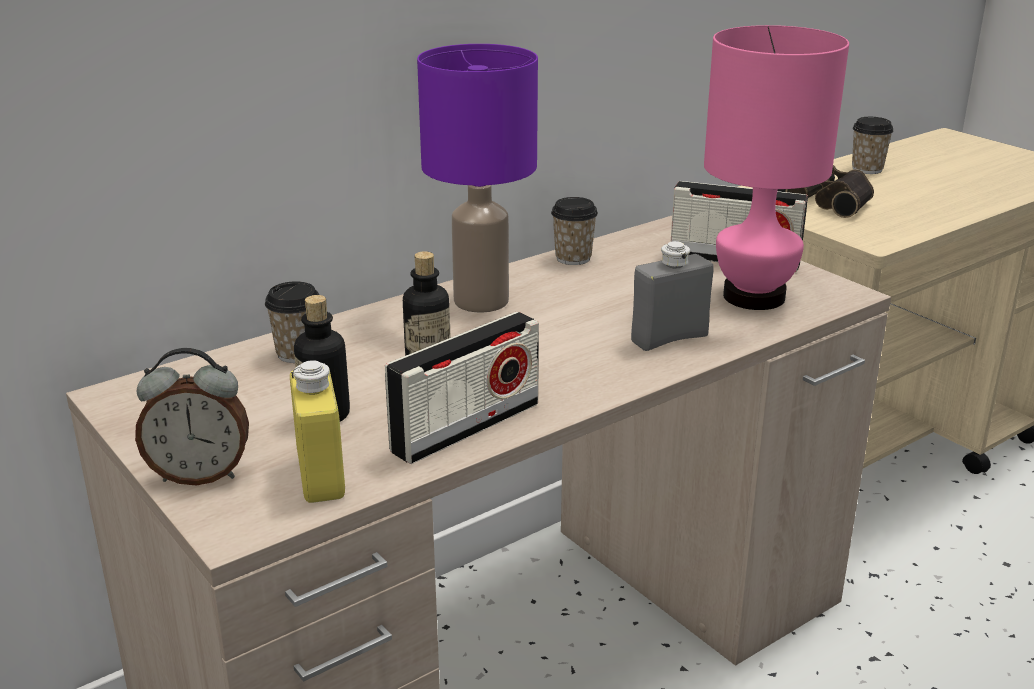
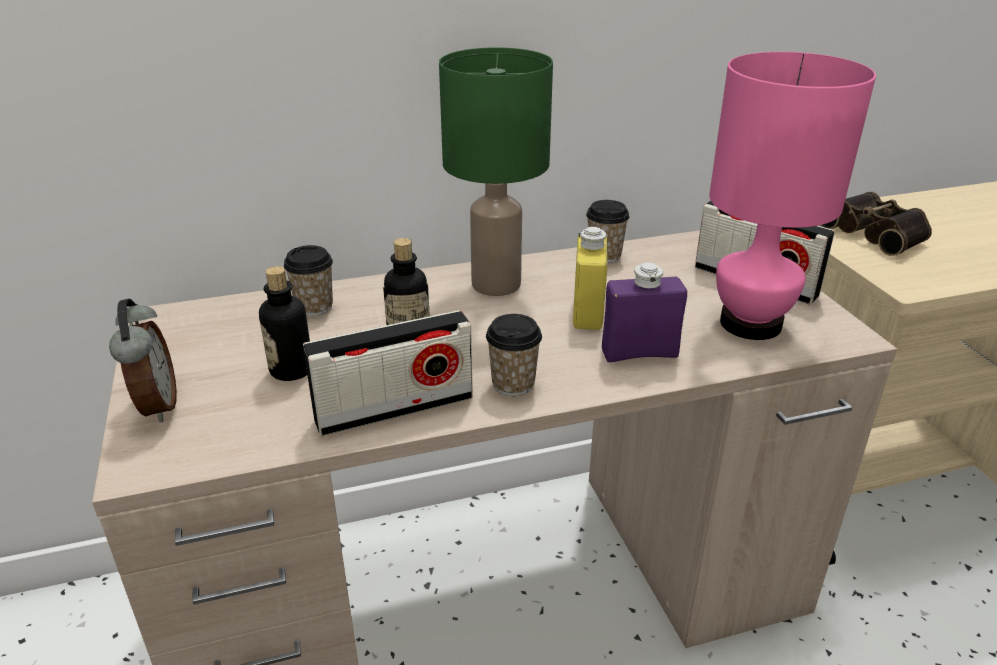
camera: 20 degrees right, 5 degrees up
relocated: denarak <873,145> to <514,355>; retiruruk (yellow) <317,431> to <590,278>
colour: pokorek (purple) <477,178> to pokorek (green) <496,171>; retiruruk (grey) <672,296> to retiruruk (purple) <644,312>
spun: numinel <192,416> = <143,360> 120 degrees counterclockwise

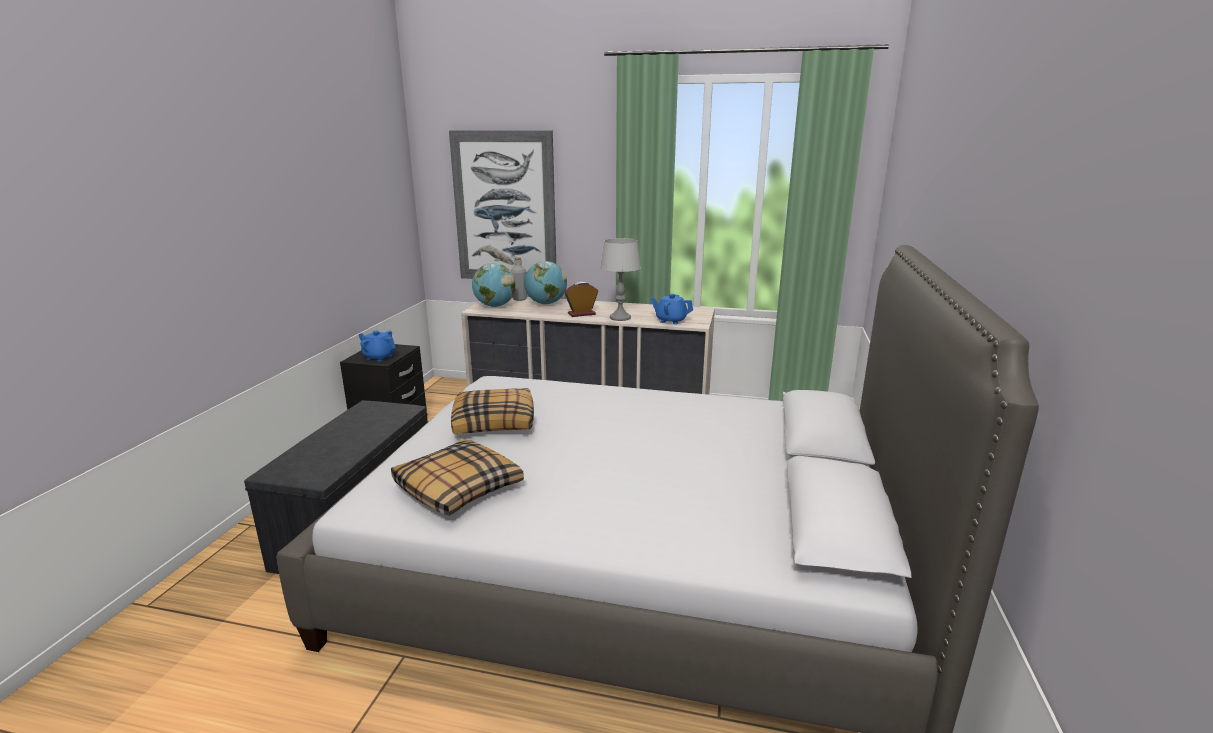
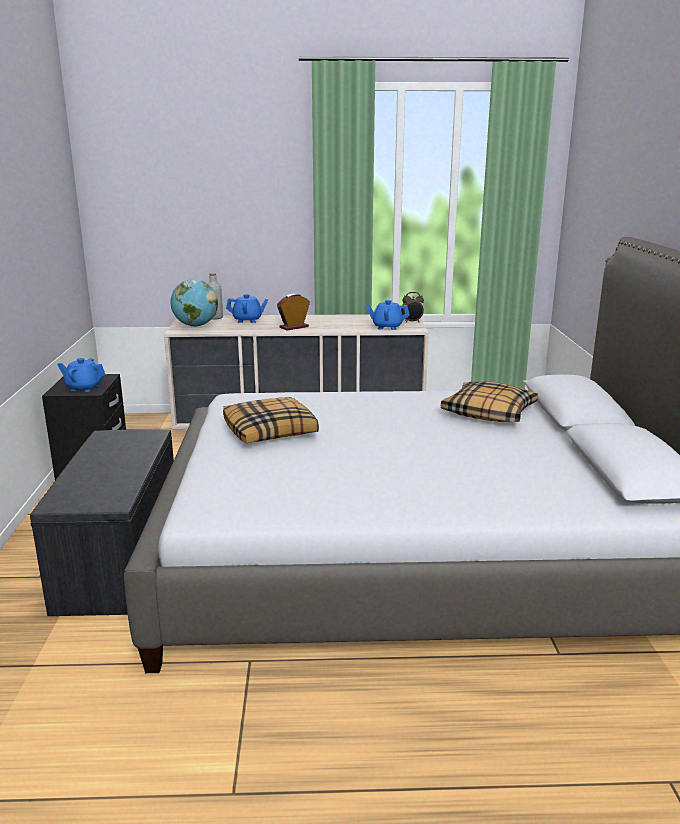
camera: 15 degrees left, 0 degrees up
missing: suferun <502,204>; pokorek (grey) <620,279>
appeared: numinel <412,307>
relocated: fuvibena <457,477> to <489,401>
exchanged: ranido <545,283> to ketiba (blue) <247,308>

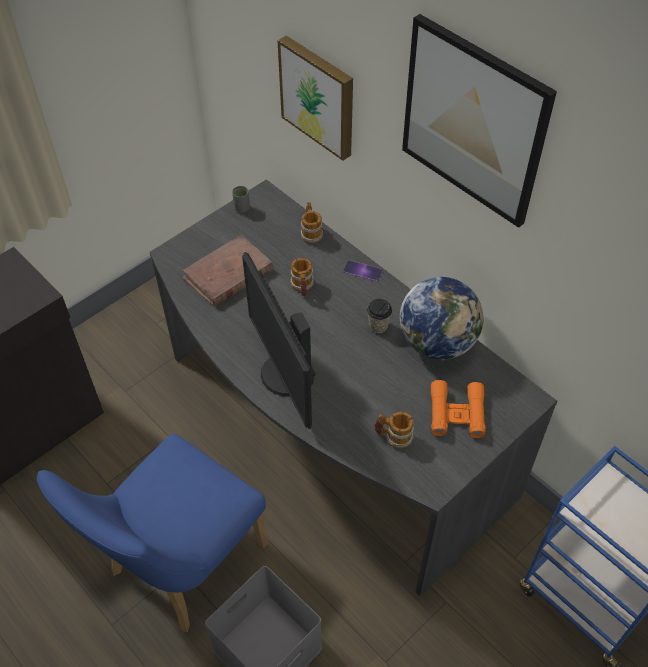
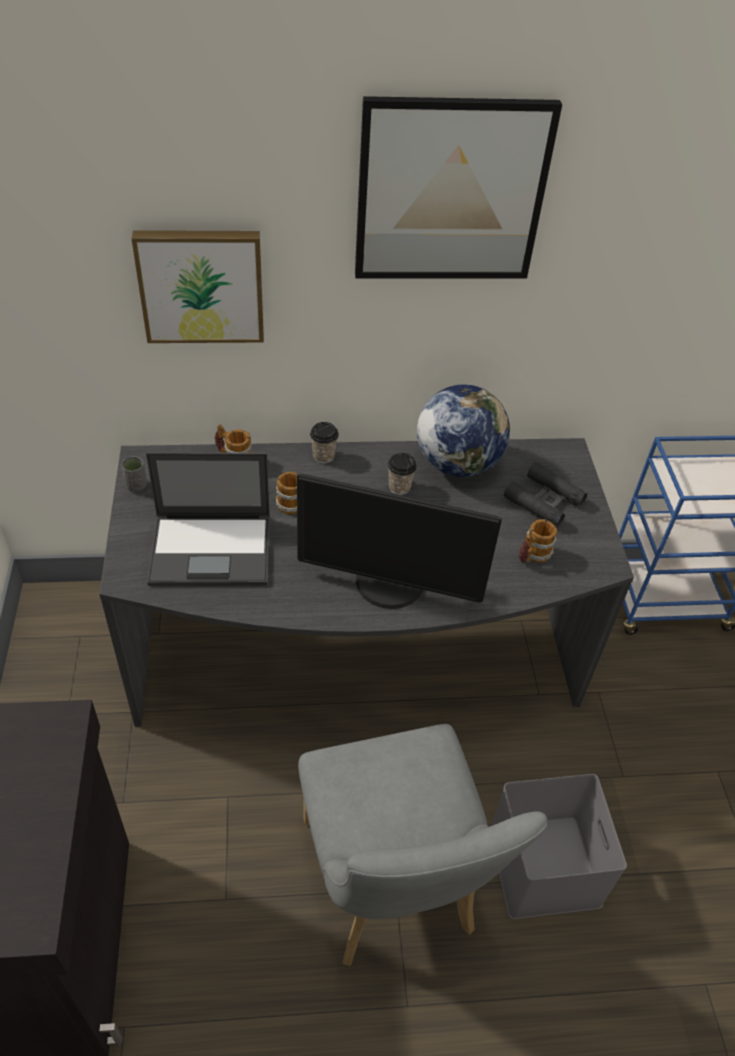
camera: 55 degrees left, 5 degrees down
exchanged: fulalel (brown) <228,271> to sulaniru <208,519>; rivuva <363,270> to denarak <324,442>
colour: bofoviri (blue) <152,533> to bofoviri (grey) <422,845>; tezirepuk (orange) <458,409> to tezirepuk (black) <545,494>

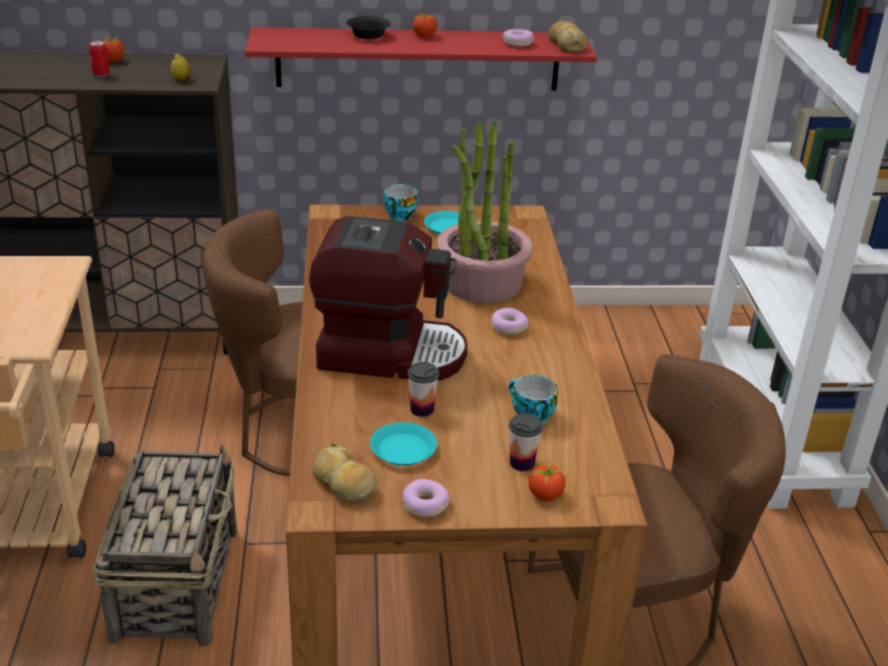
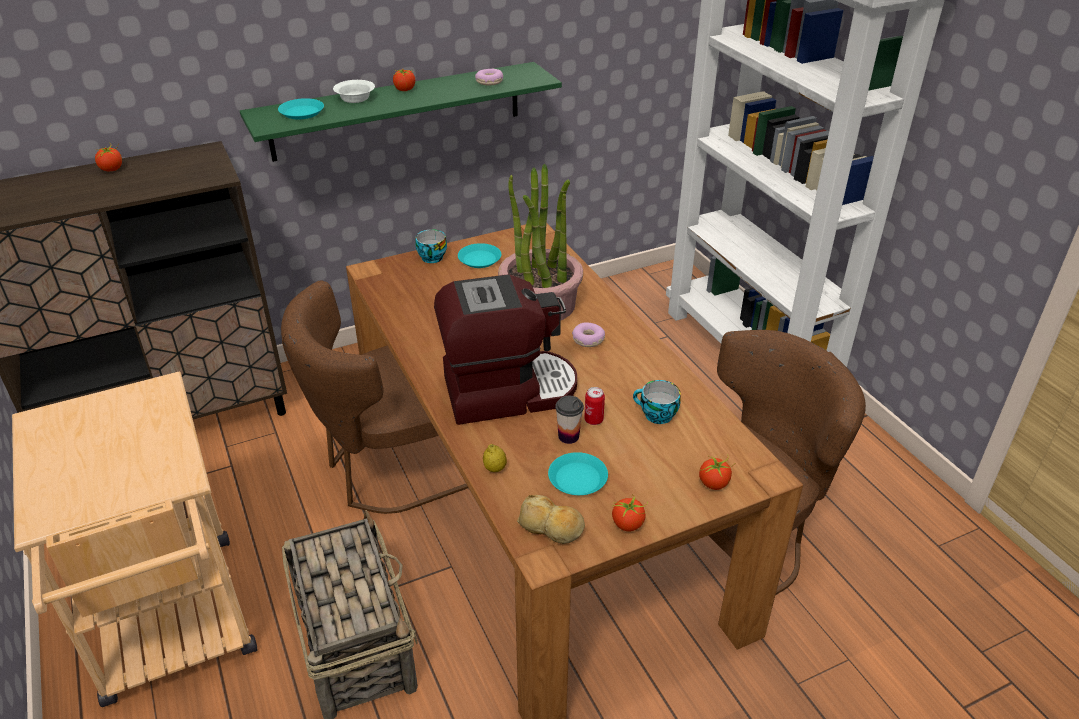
camera: 20 degrees left, 5 degrees up
missing: denarak <526,442>; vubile <567,37>
appeared: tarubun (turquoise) <301,109>
relocated: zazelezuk <181,67> to <495,458>; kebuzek <99,59> to <594,406>
exchanged: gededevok <426,498> to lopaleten <630,513>
colour: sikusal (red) <421,59> to sikusal (green) <401,112>; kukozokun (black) <369,27> to kukozokun (white) <354,91>

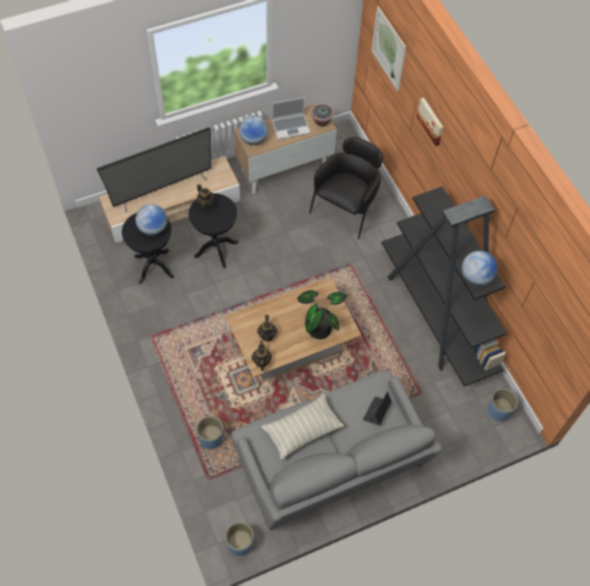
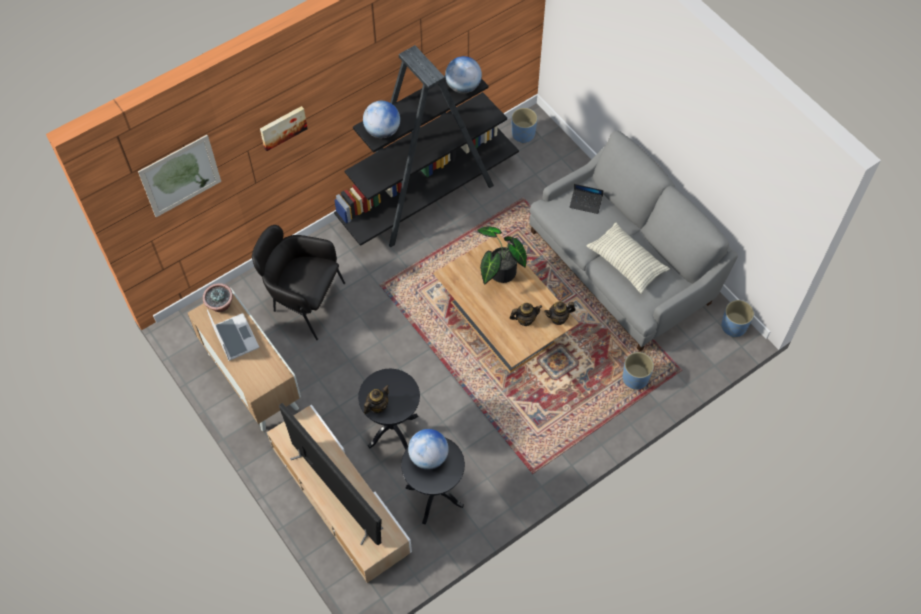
camera: 100 degrees left, 0 degrees up
relocated: ranido <253,130> to <381,119>

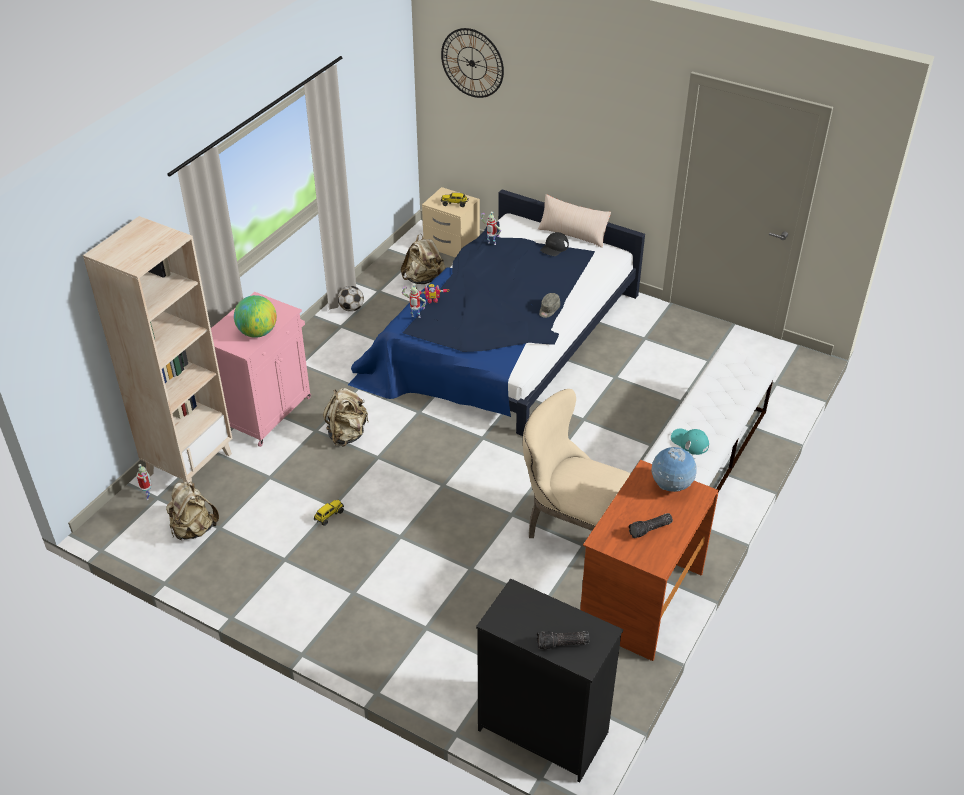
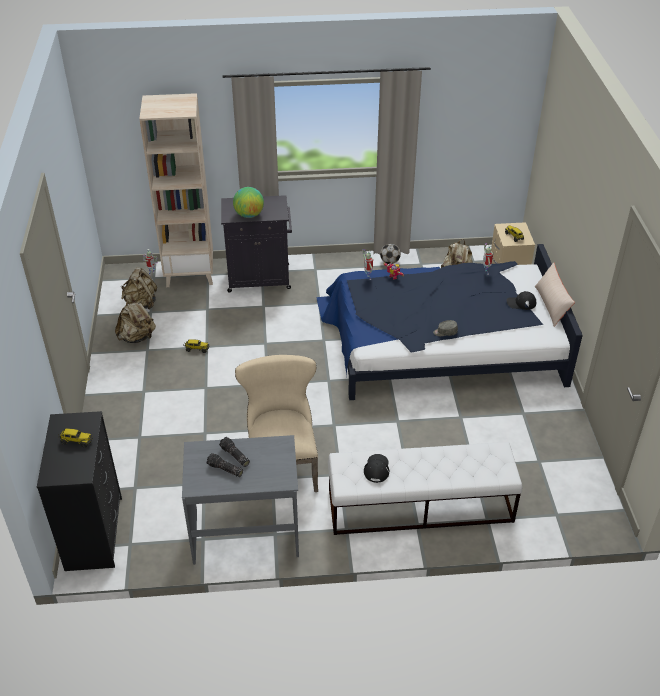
camera: 55 degrees right, 0 degrees up
missing: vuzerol <472,63>; ranido <674,469>
appeared: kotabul <75,438>
relocated: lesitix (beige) <345,417> to <135,321>; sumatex <563,640> to <234,452>
colour: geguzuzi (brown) <649,560> to geguzuzi (grey) <240,500>; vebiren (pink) <261,369> to vebiren (black) <256,243>; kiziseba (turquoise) <690,441> to kiziseba (black) <376,468>

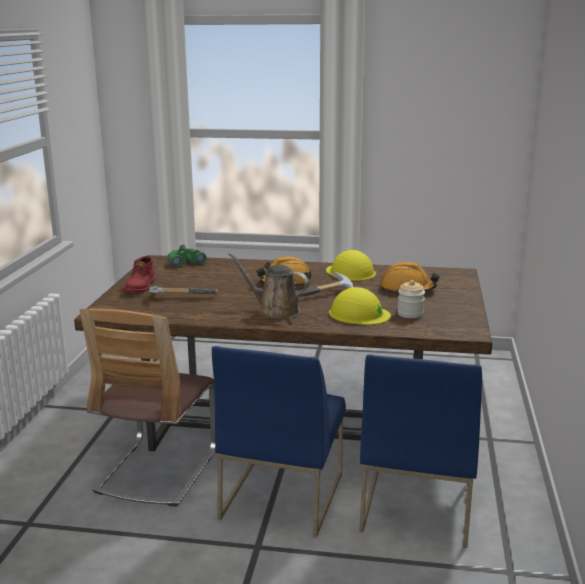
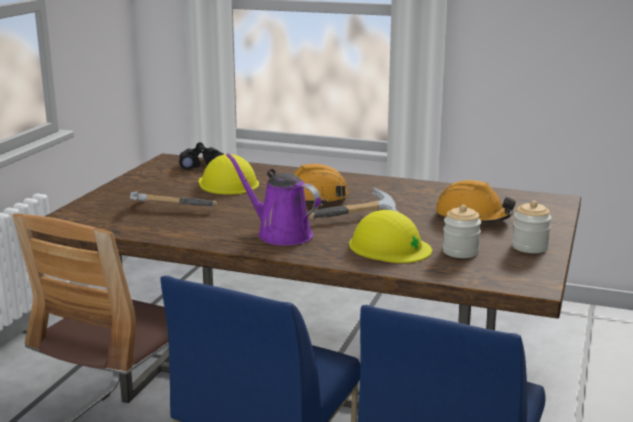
camera: 10 degrees right, 0 degrees up
missing: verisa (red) <139,274>
appeared: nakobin <532,227>
relocated: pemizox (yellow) <351,265> to <228,174>
colour: tezirepuk (green) <187,256> to tezirepuk (black) <201,156>; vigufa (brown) <268,285> to vigufa (purple) <273,199>

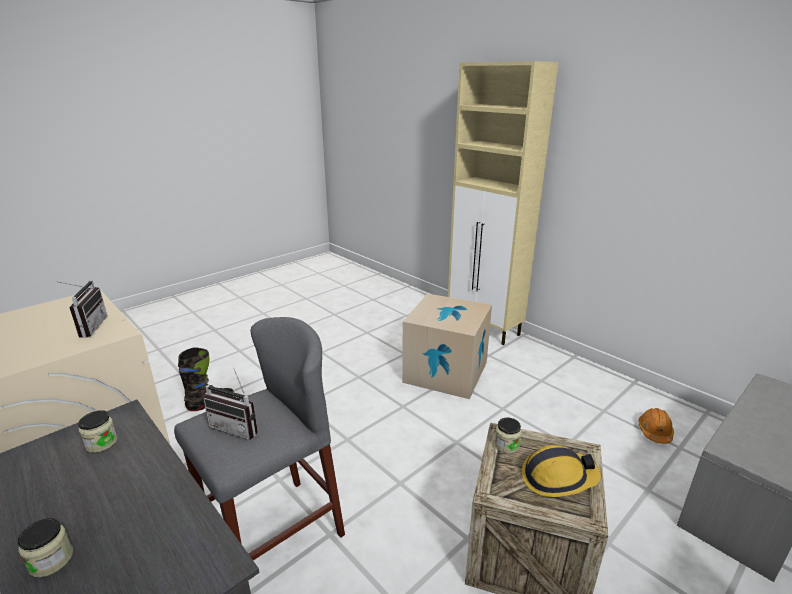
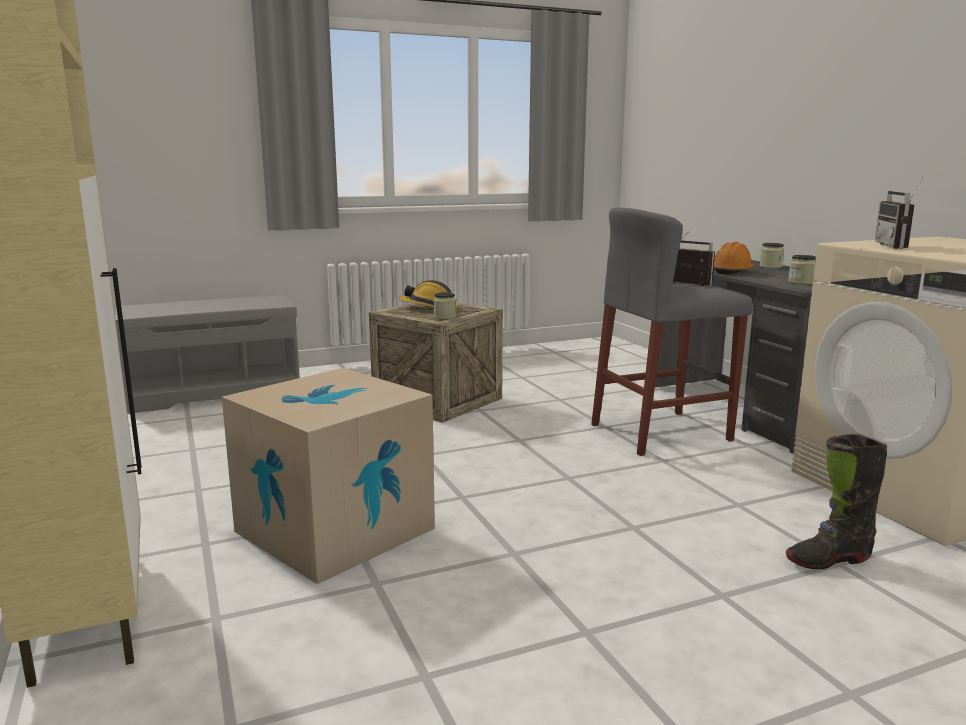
camera: 160 degrees left, 10 degrees down
relocated: pemizox (orange) <656,426> to <734,258>

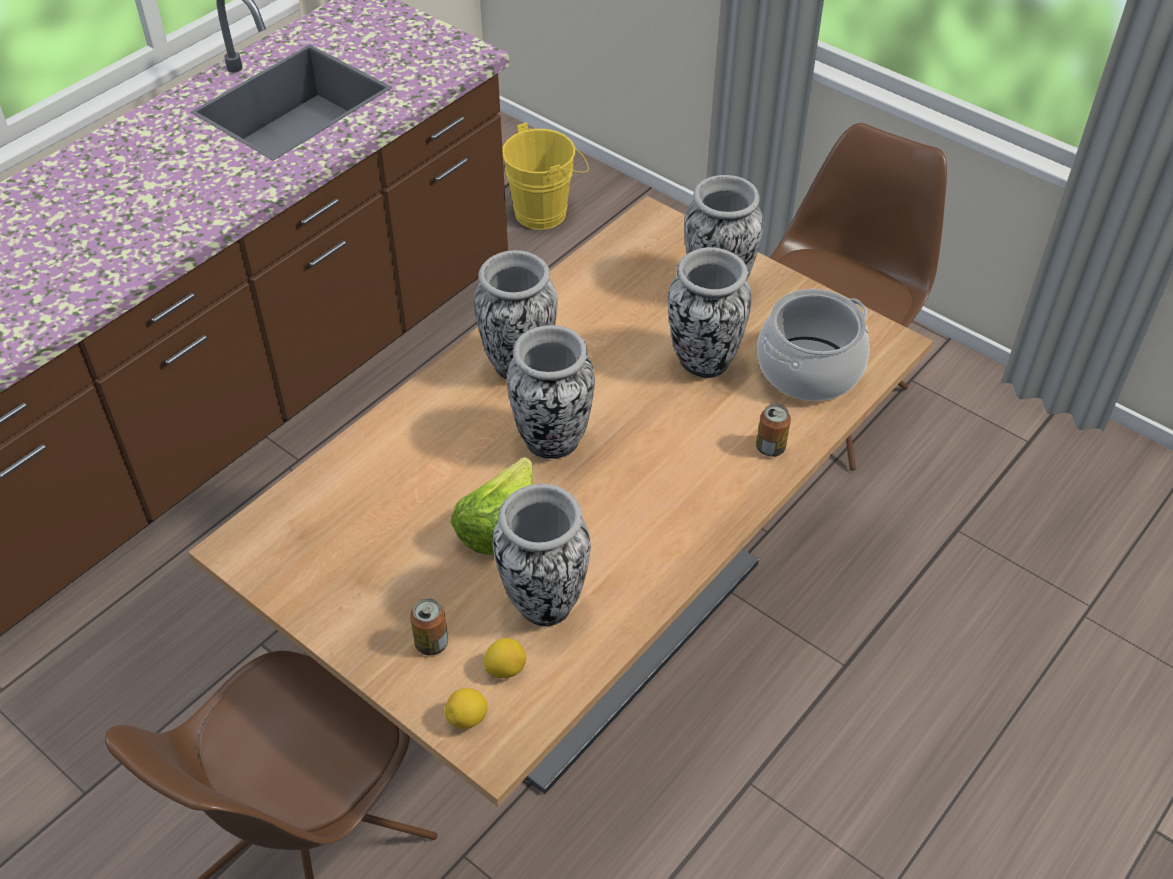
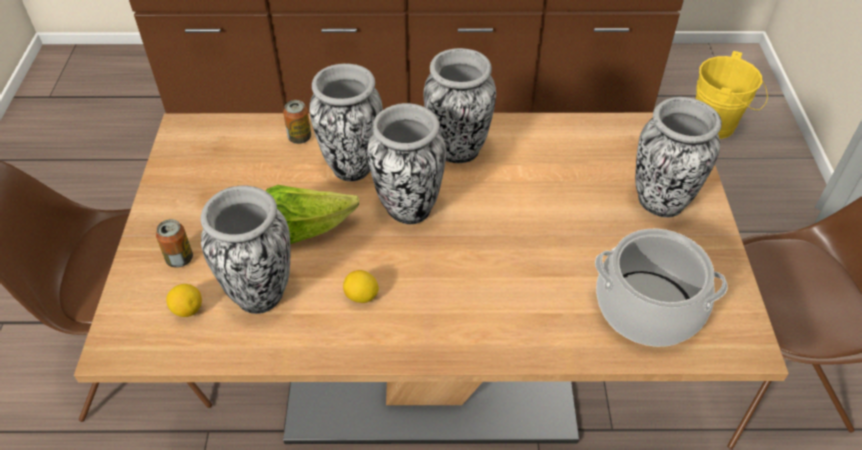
camera: 50 degrees right, 0 degrees up
relocated: kebuzek <773,430> to <297,122>; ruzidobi <710,312> to <346,122>; zazelezuk <465,708> to <361,286>

